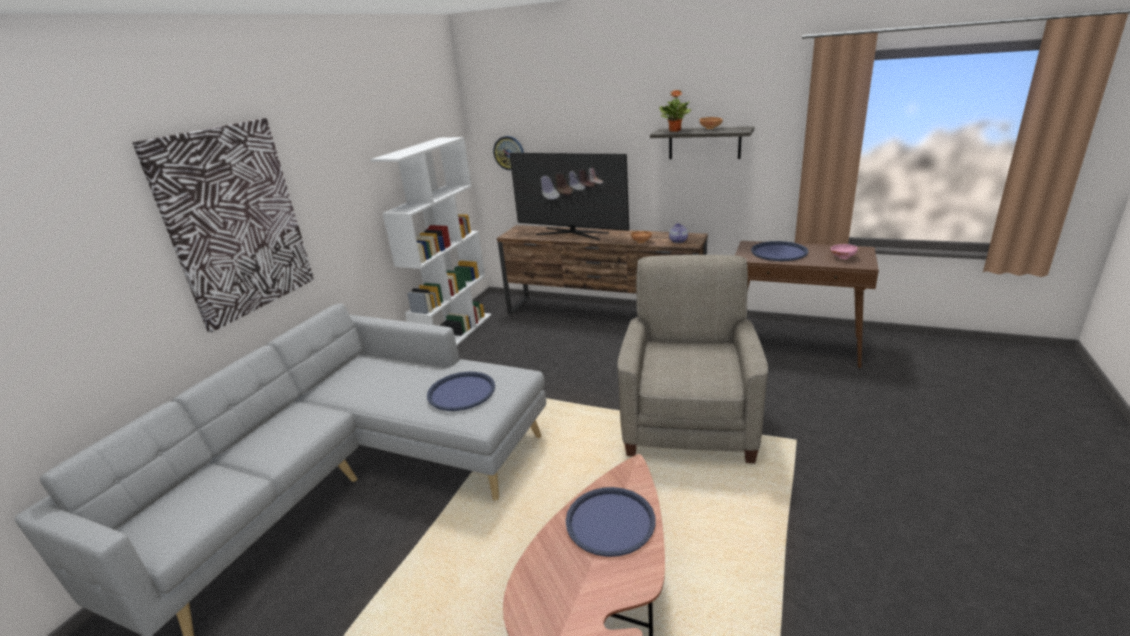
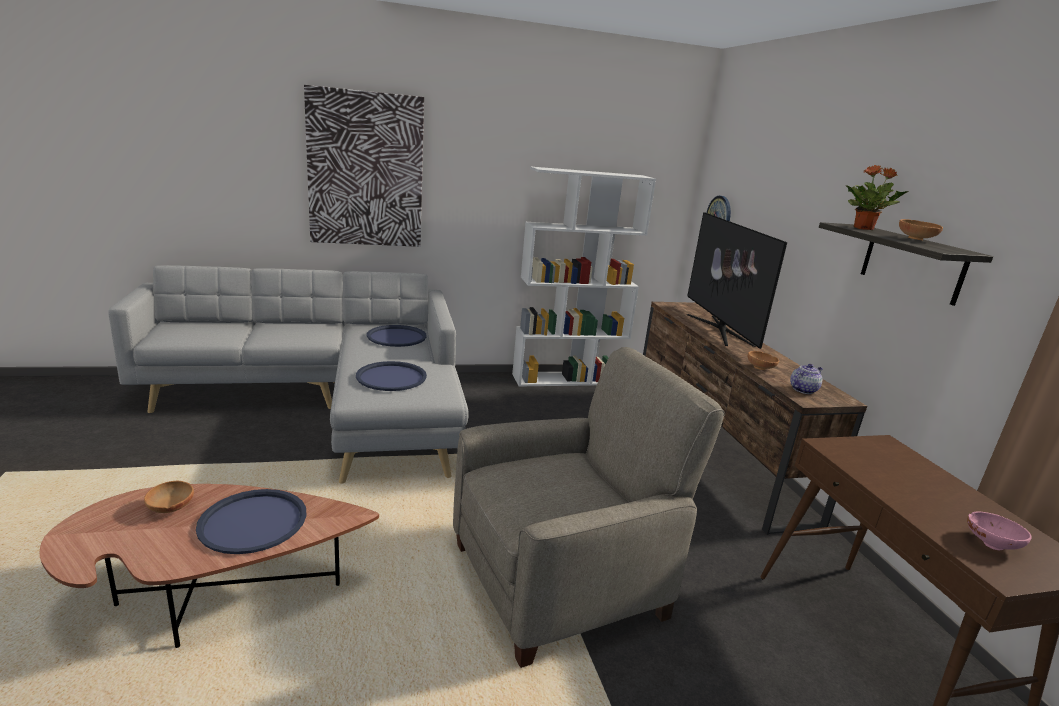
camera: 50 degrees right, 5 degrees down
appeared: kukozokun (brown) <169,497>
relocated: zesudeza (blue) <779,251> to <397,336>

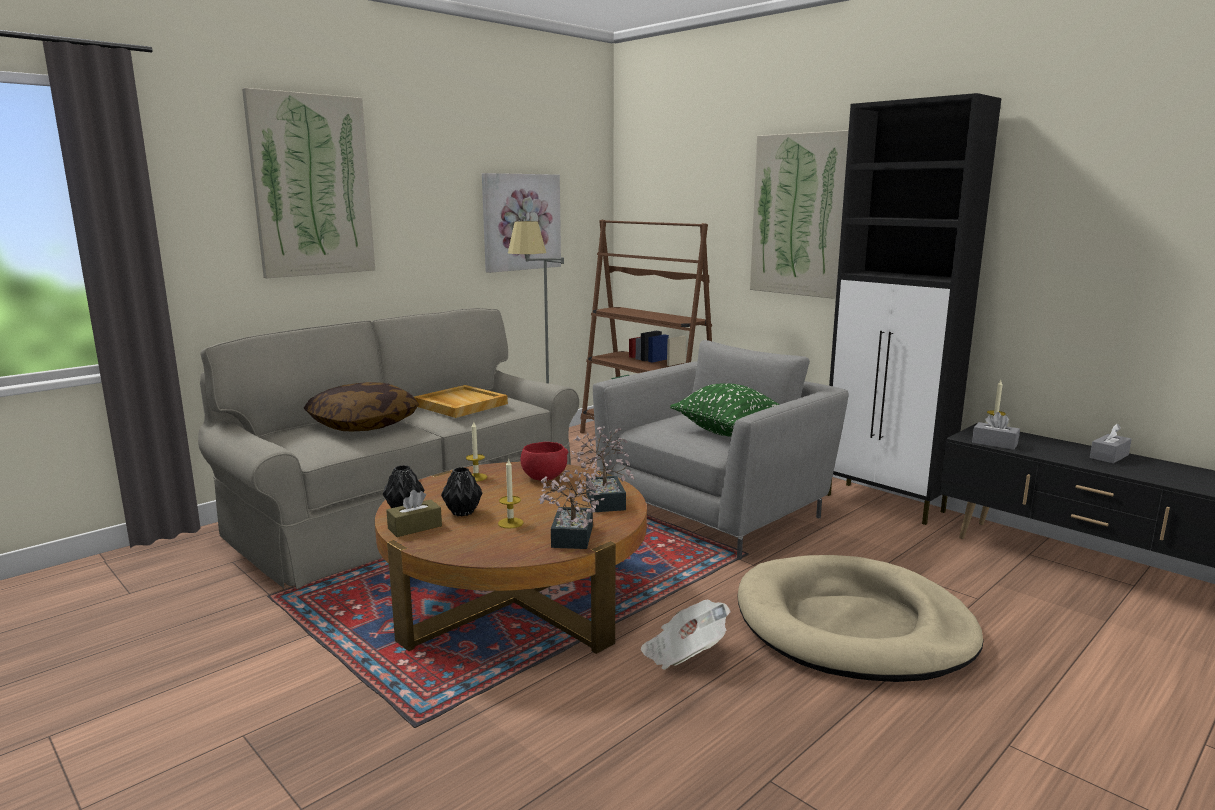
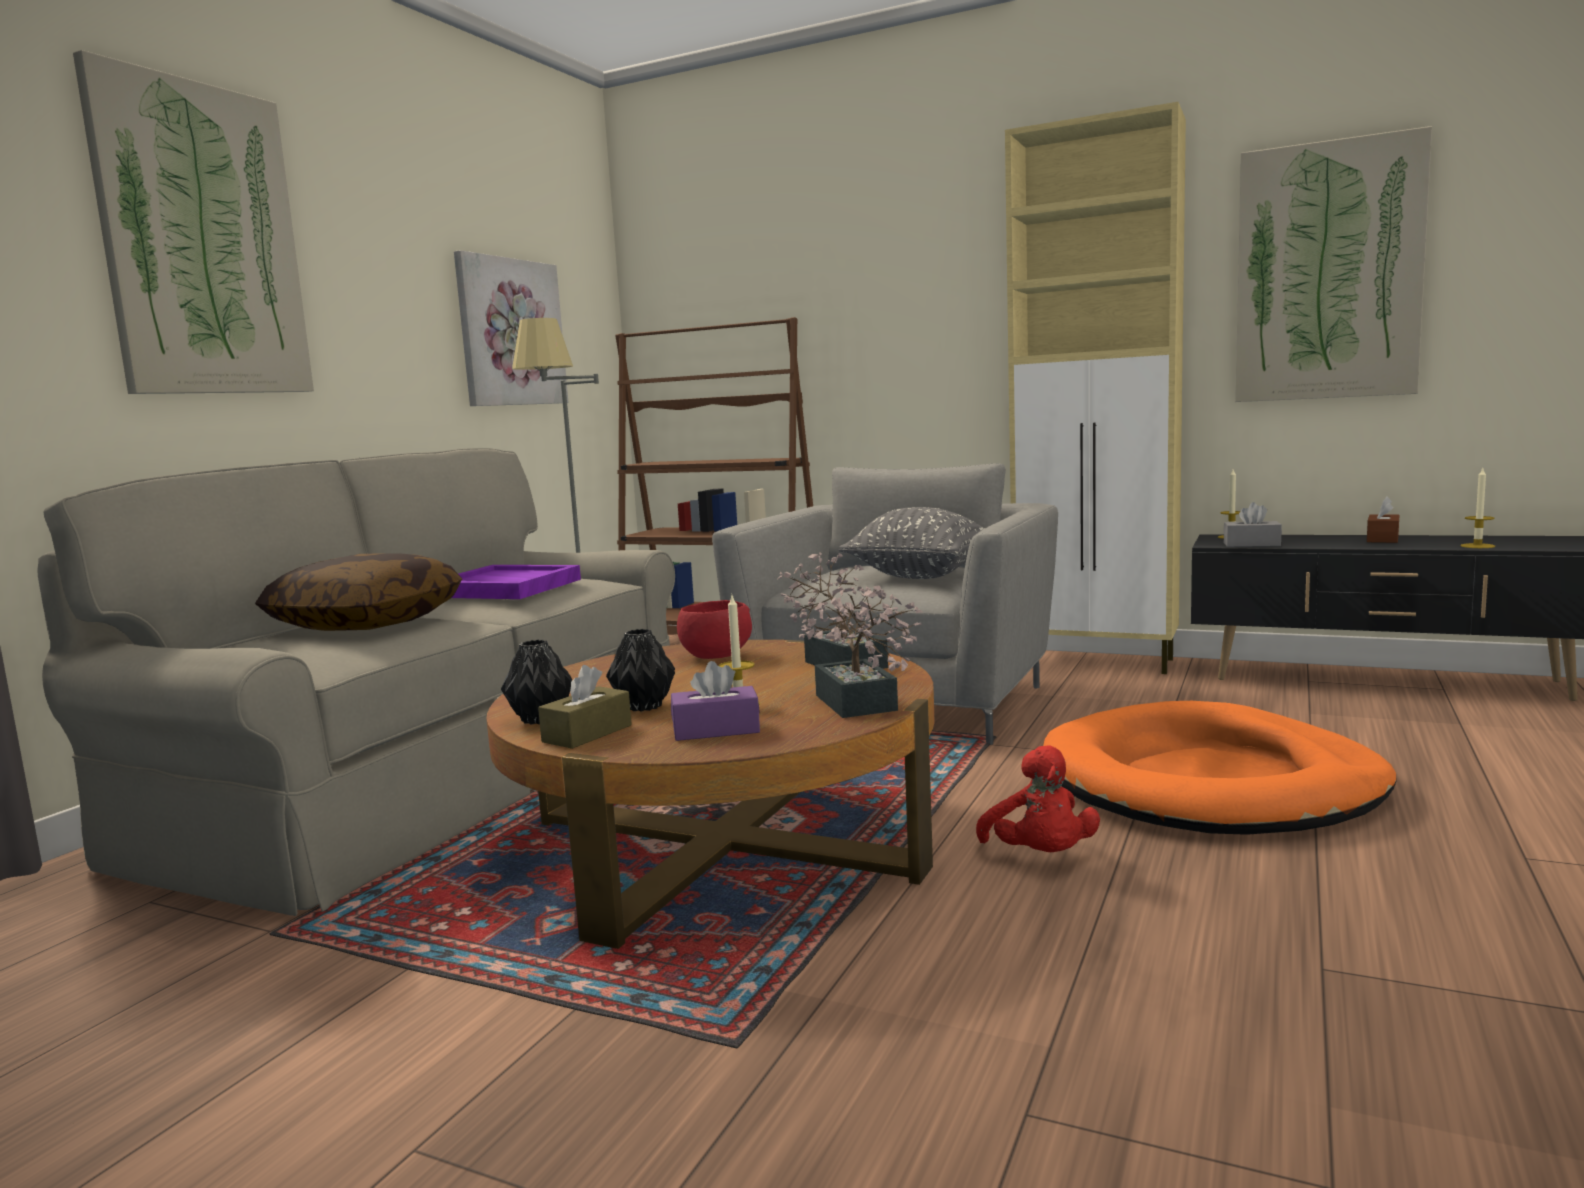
camera: 20 degrees left, 5 degrees down
appeared: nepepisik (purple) <715,701>
relocated: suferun <799,214> to <1333,264>; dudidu <476,451> to <1477,508>
exchanged: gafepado <686,634> to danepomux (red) <1038,798>
colour: zesudeza (beige) <461,401> to zesudeza (purple) <516,582>; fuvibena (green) <725,409> to fuvibena (grey) <911,543>; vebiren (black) <914,309> to vebiren (beige) <1095,388>; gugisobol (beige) <860,618> to gugisobol (orange) <1220,768>; nepepisik (grey) <1111,444> to nepepisik (brown) <1383,519>

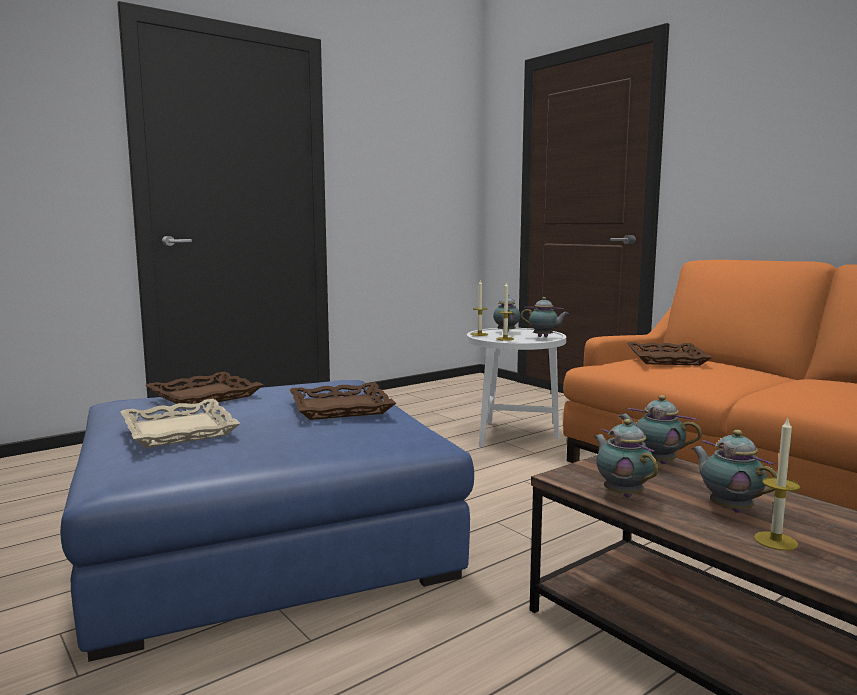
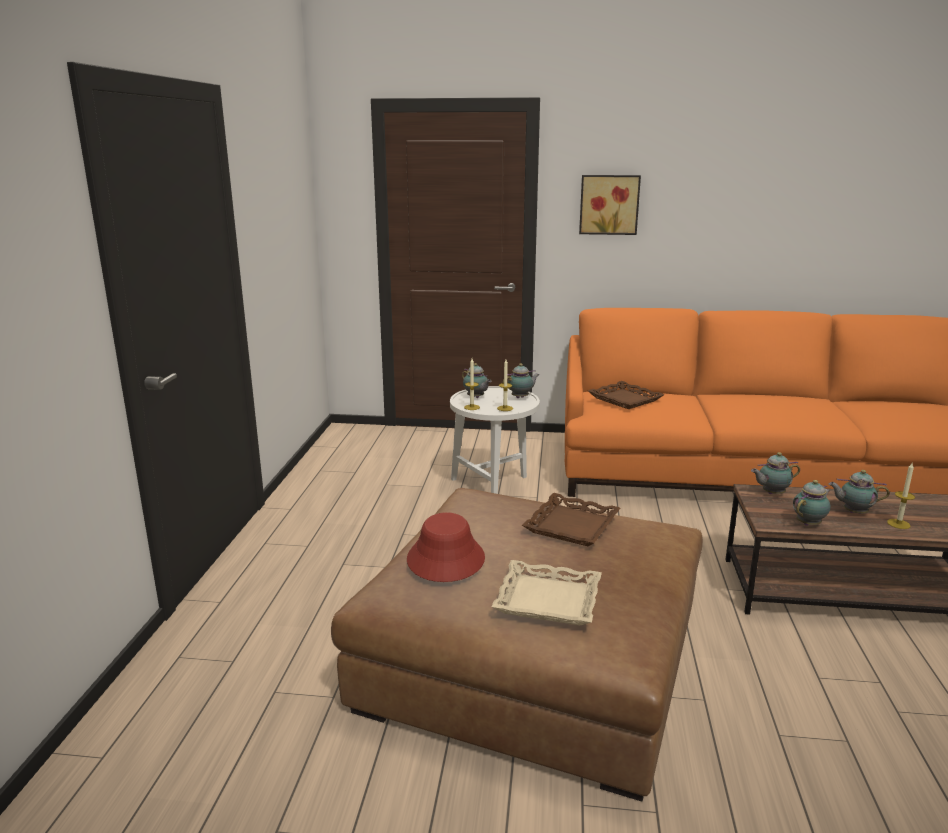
camera: 45 degrees left, 10 degrees up
appeared: suferun <610,205>
exchanged: zesudeza (brown) <204,388> to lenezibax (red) <446,547>
colour: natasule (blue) <267,521> to natasule (brown) <517,645>
spun: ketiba <626,458> = <811,503> 120 degrees clockwise

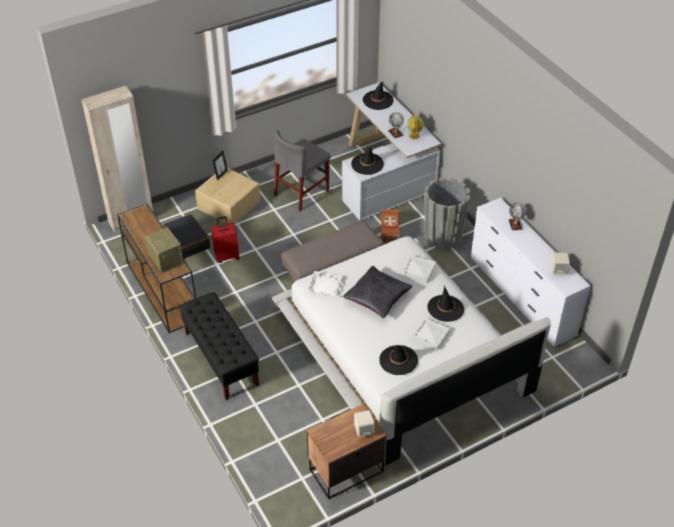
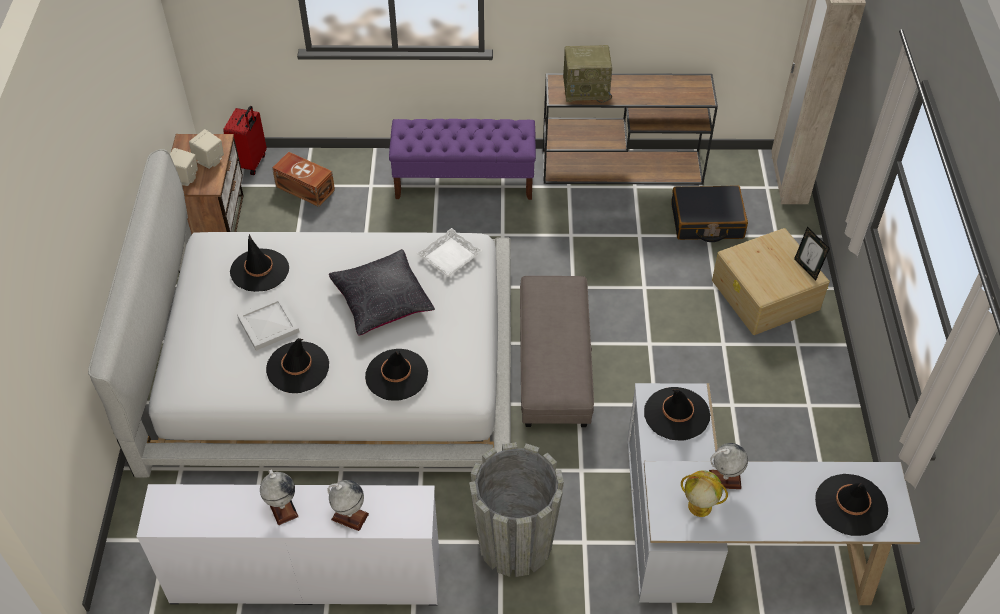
camera: 120 degrees right, 5 degrees up
missing: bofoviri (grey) <302,170>
appeared: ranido <279,497>
relocated: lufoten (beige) <561,264> to <206,149>; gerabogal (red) <225,239> to <245,140>; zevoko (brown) <390,227> to <303,179>
exchanged: zesudeza (white) <418,269> to lenezibax (black) <396,375>
colour: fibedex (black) <219,346> to fibedex (purple) <462,159>

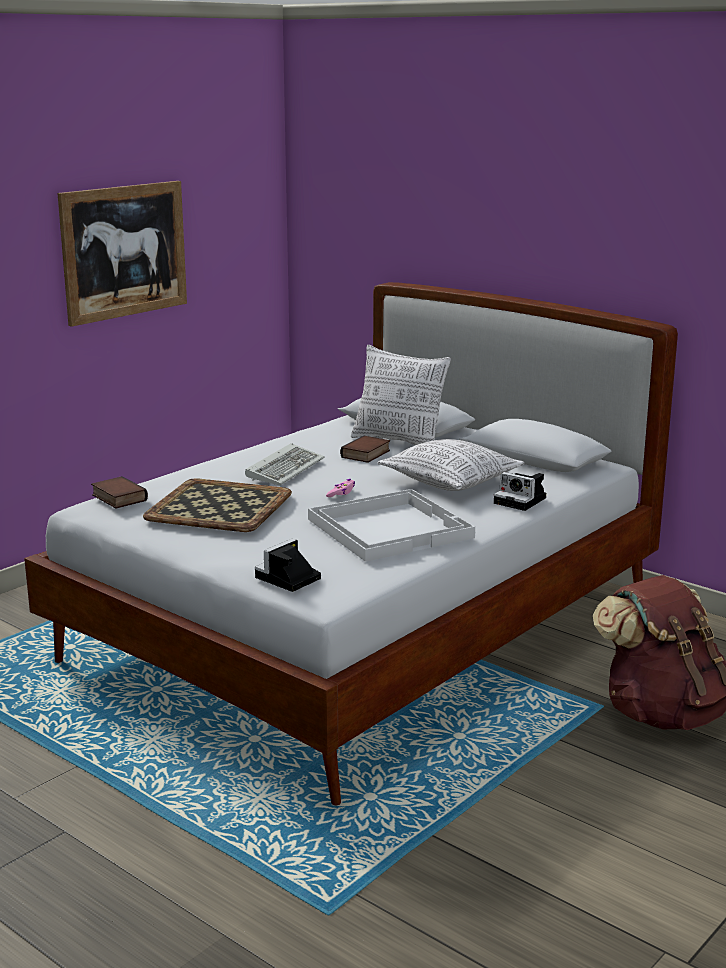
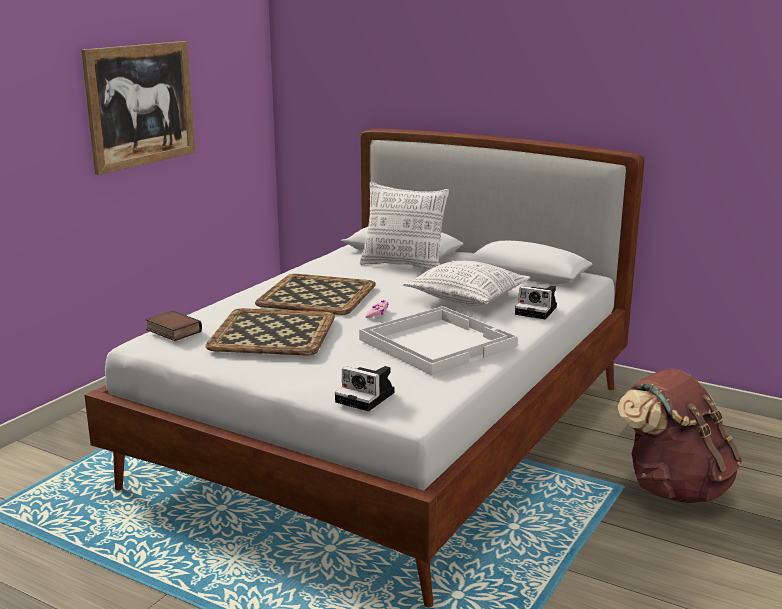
camera: 10 degrees left, 0 degrees up
missing: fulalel <365,449>
exchanged: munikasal <284,464> to zesudeza <315,294>
spun: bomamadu <288,565> = <365,388> 90 degrees counterclockwise

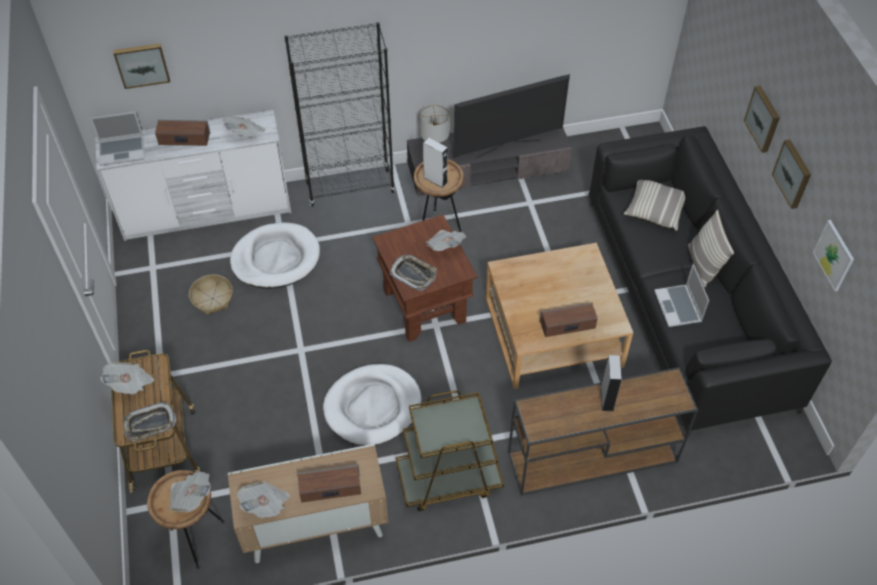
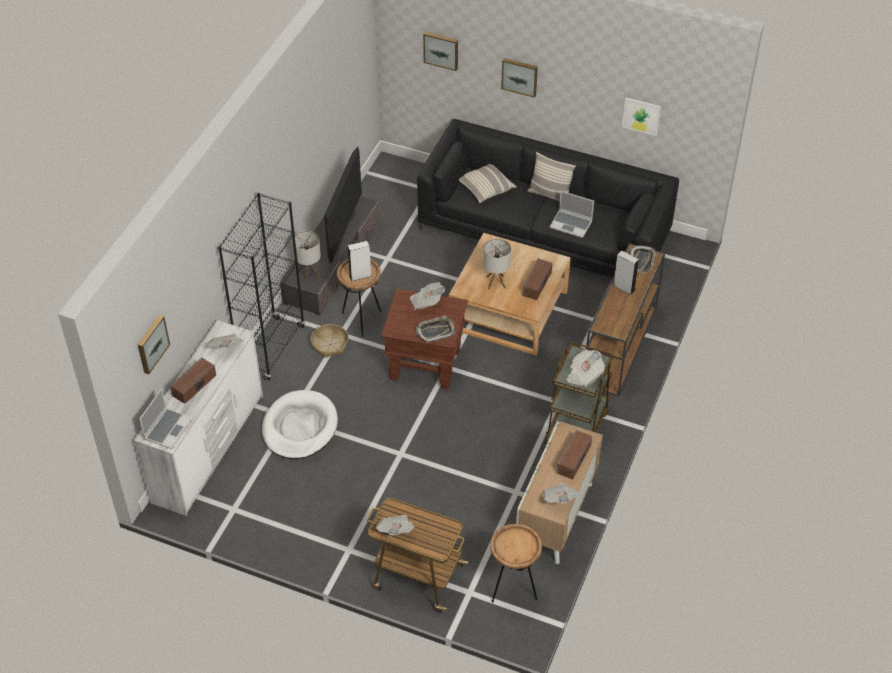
camera: 55 degrees left, 5 degrees down
missing: gugisobol (white) <372,405>
appeared: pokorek <497,263>
relocated: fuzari <211,294> to <329,340>; suferun <791,174> to <440,51>; gafepado <190,492> to <586,369>; zesudeza <150,422> to <643,259>

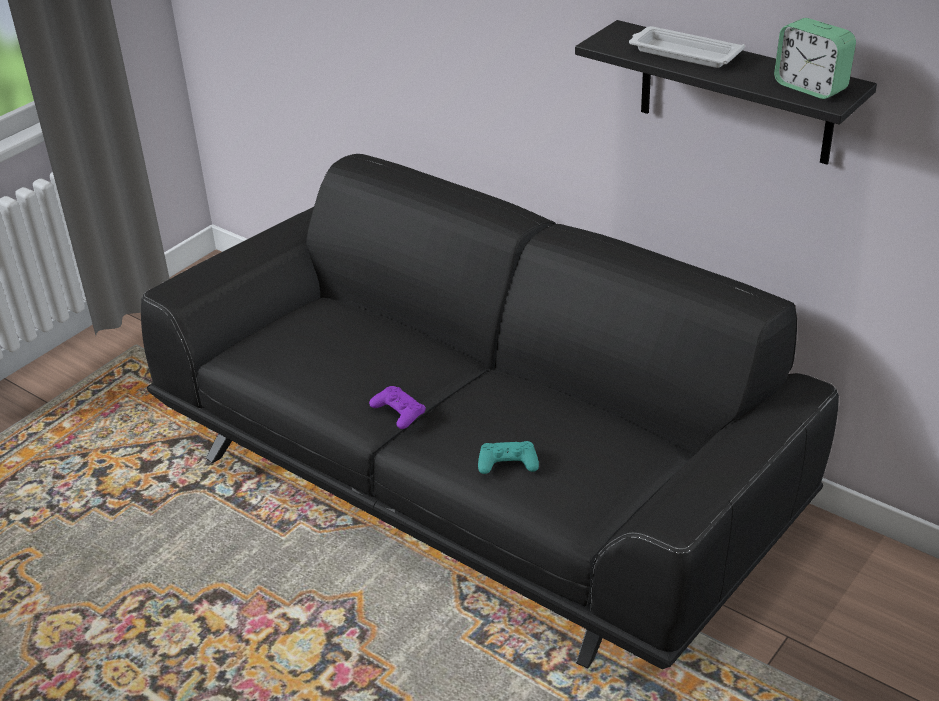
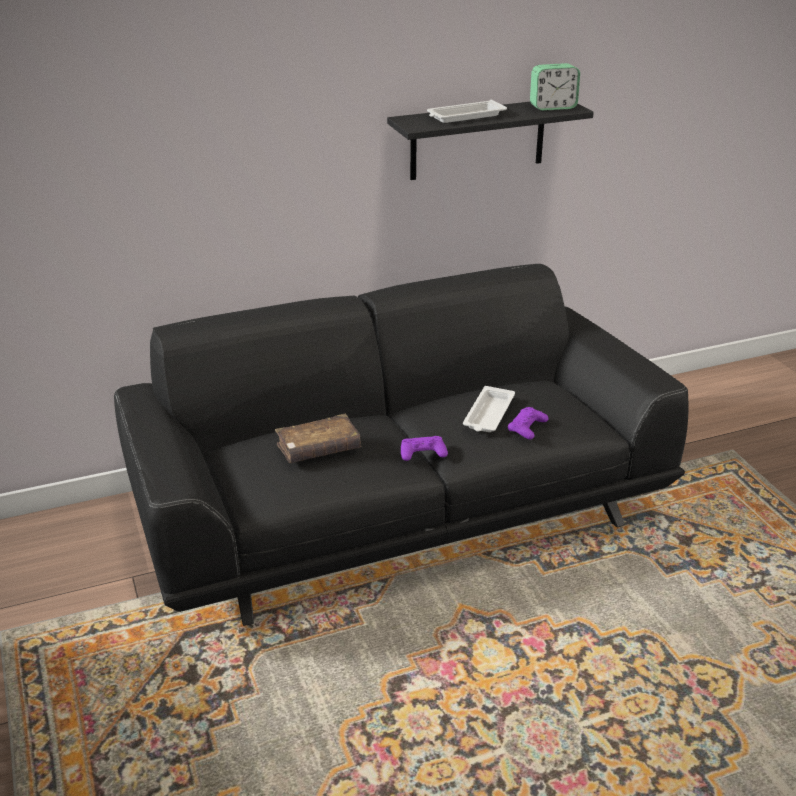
camera: 60 degrees left, 5 degrees down
appeared: fulalel (brown) <318,438>; zesudeza (white) <489,409>
colour: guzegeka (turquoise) <508,457> to guzegeka (purple) <528,423>

